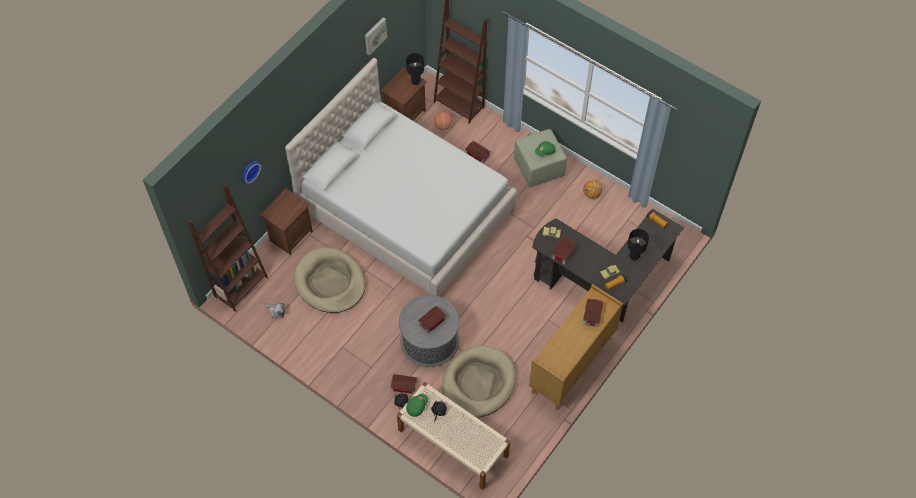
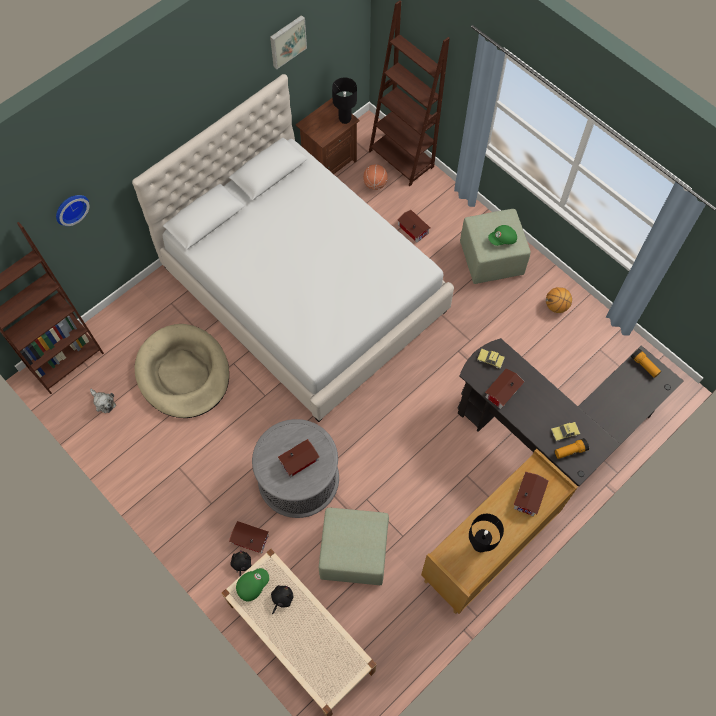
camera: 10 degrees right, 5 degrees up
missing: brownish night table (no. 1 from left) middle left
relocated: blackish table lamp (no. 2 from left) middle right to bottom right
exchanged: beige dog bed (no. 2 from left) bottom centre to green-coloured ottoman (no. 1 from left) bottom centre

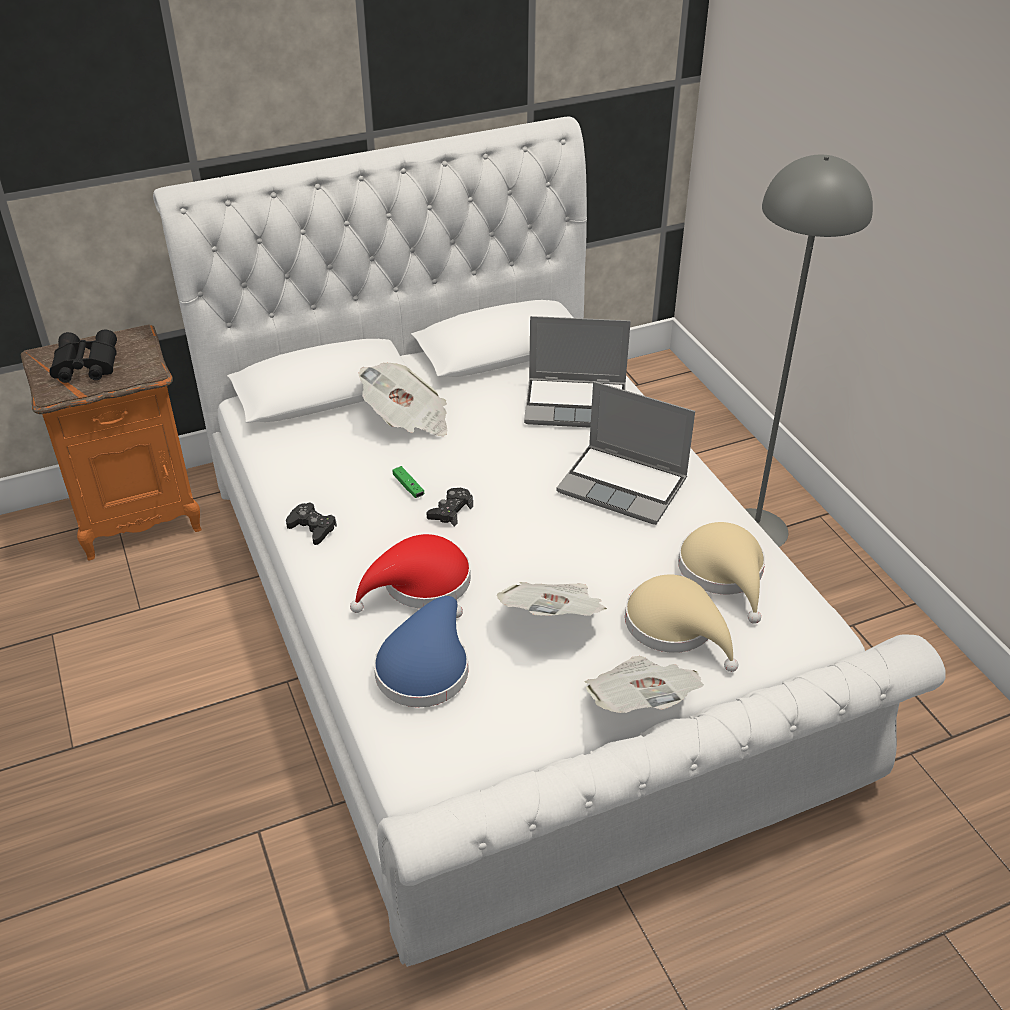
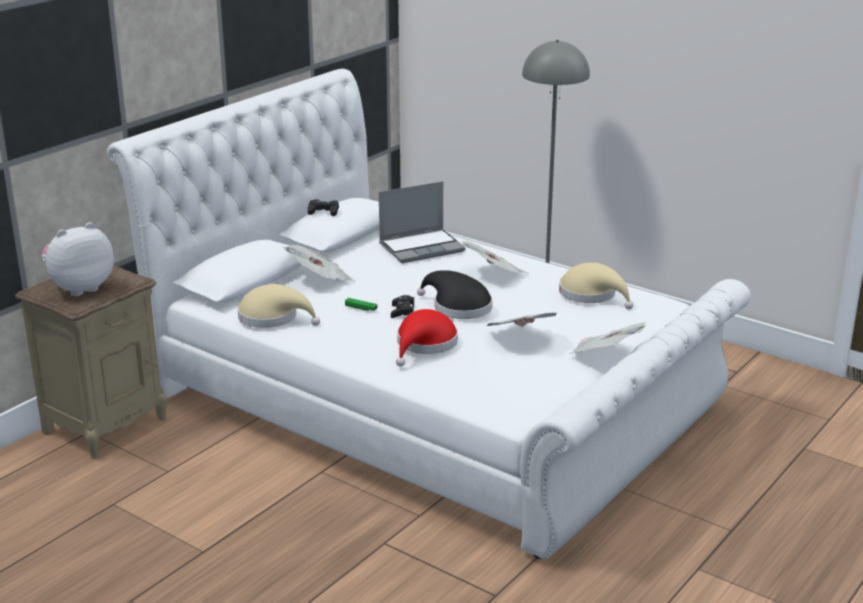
camera: 30 degrees left, 15 degrees down
missing: bluish clothing hat centre
appeared: blackish clothing hat centre
relocated: beige clothing hat (no. 1 from left) middle right to middle left; blackish game controller (no. 1 from left) middle left to centre
exchanged: blackish pair of binoculars middle left to cuddly toy middle left; notebook computer (no. 2 from left) centre to newspaper (no. 2 from left) centre
colour: orange night table middle left to beige night table middle left

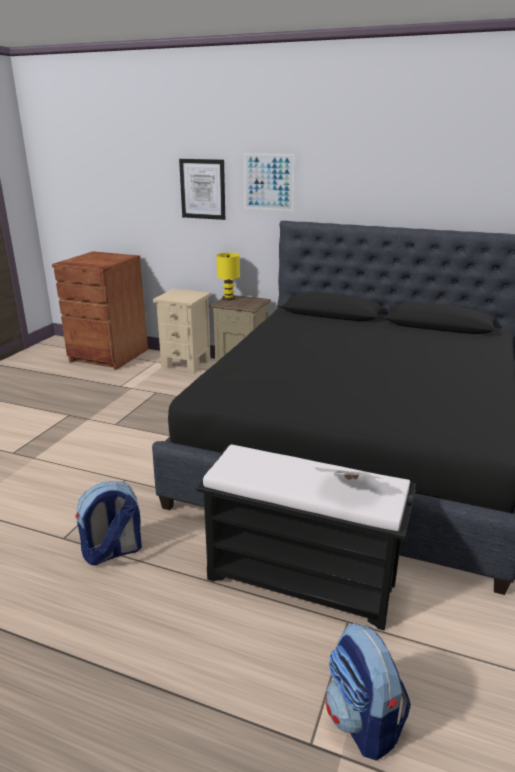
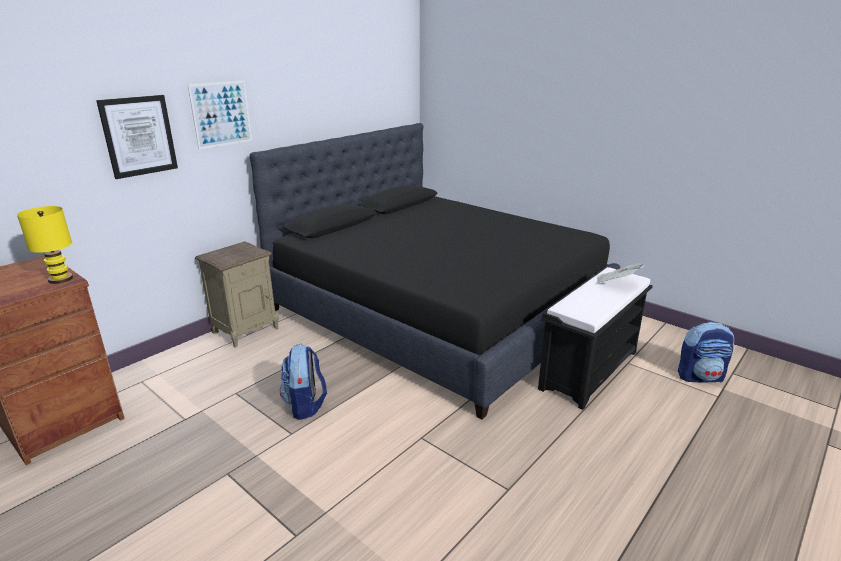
camera: 70 degrees left, 0 degrees up
missing: beige night table (no. 1 from left) centre
relocated: yellowish table lamp centre to middle left; rucksack (no. 1 from left) bottom left to bottom centre

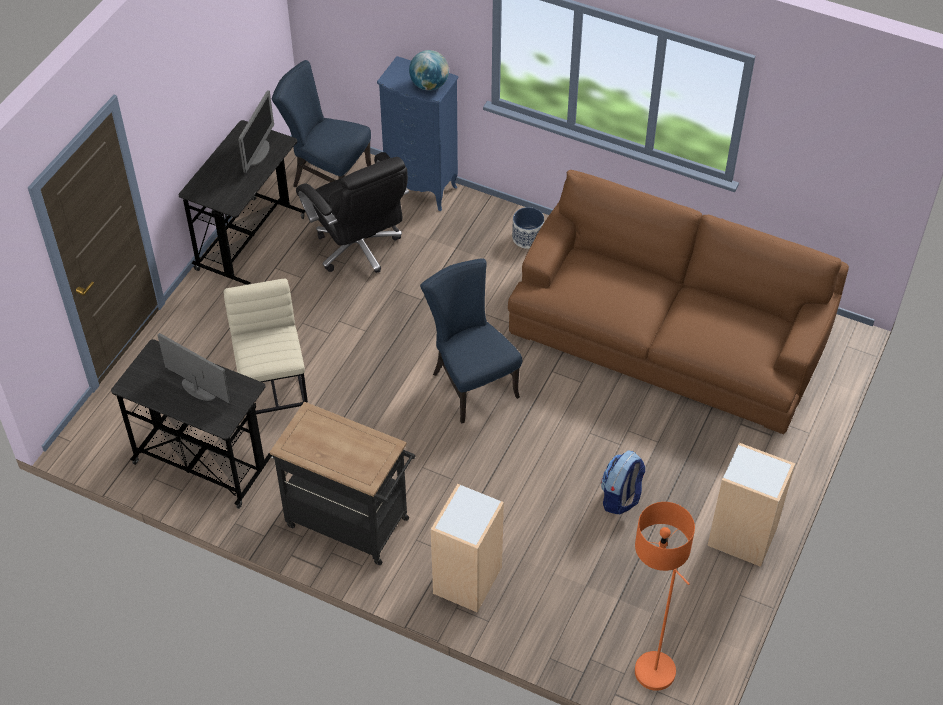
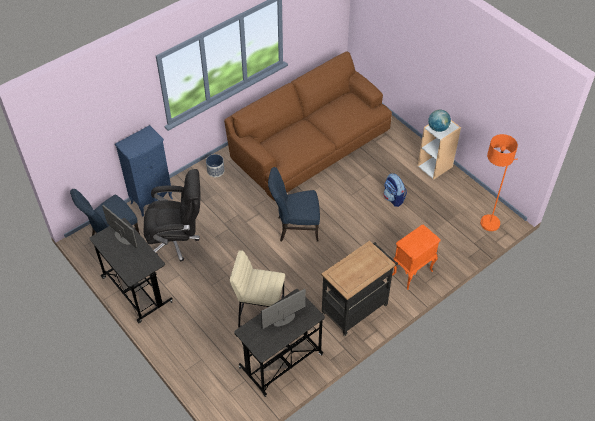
camera: 65 degrees left, 0 degrees up
relocated: world globe top centre to top right
exchanged: bookcase (no. 1 from left) bottom centre to orange night table middle right

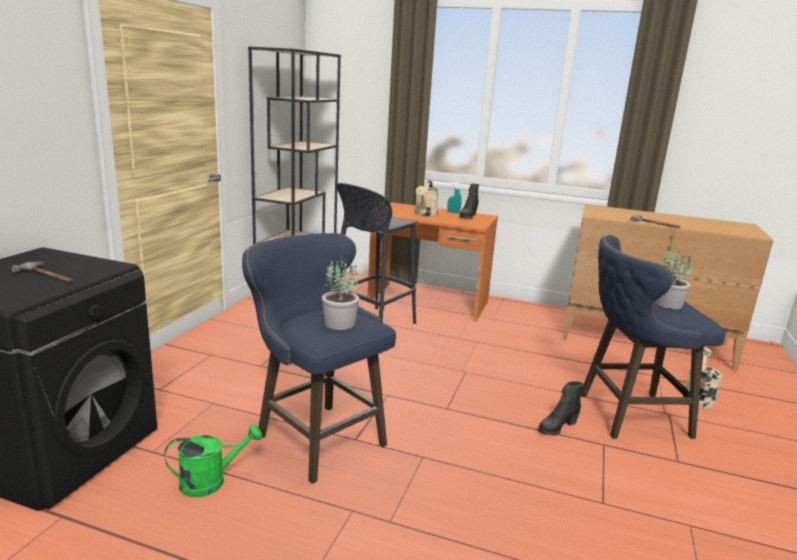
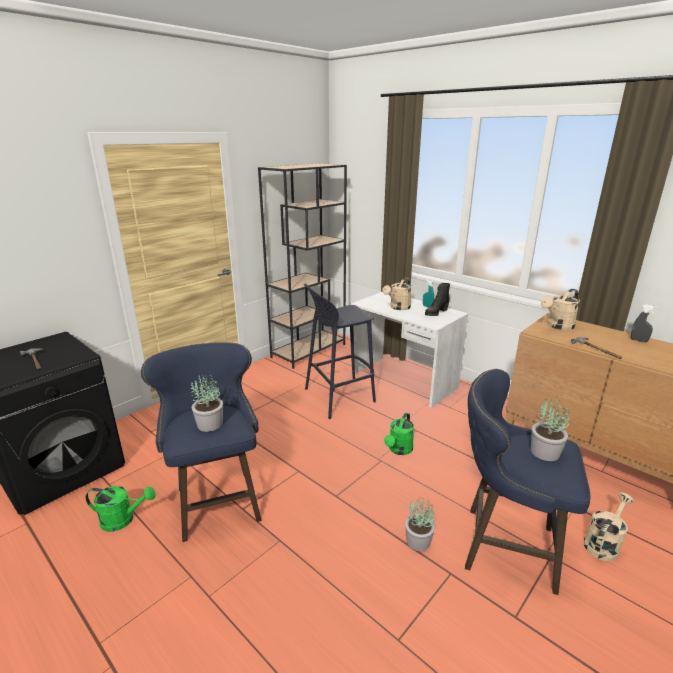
camera: 25 degrees right, 5 degrees up
appeared: green-coloured sprinkling can (no. 2 from left) centre; beige sprinkling can (no. 2 from left) middle right; greyish sprayer middle right
exchanged: blackish boot (no. 2 from left) bottom right to potted plant (no. 2 from left) bottom centre
colour: orange desk table centre to whitish desk table centre

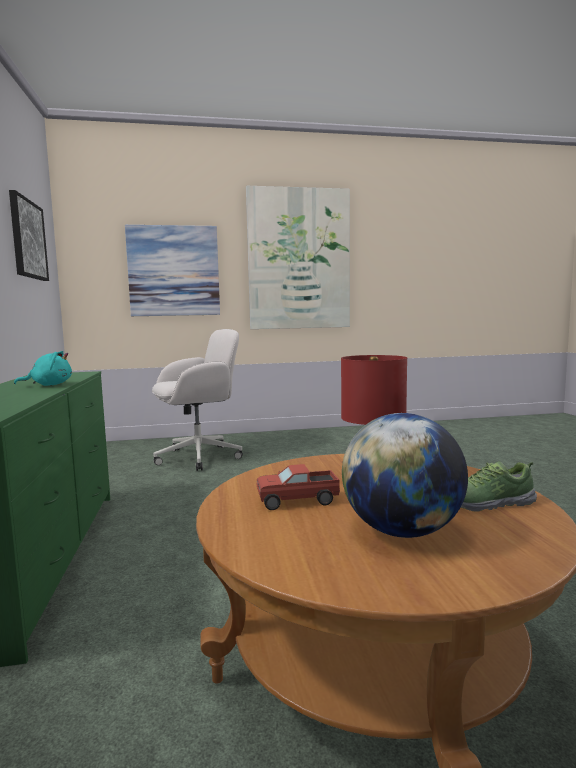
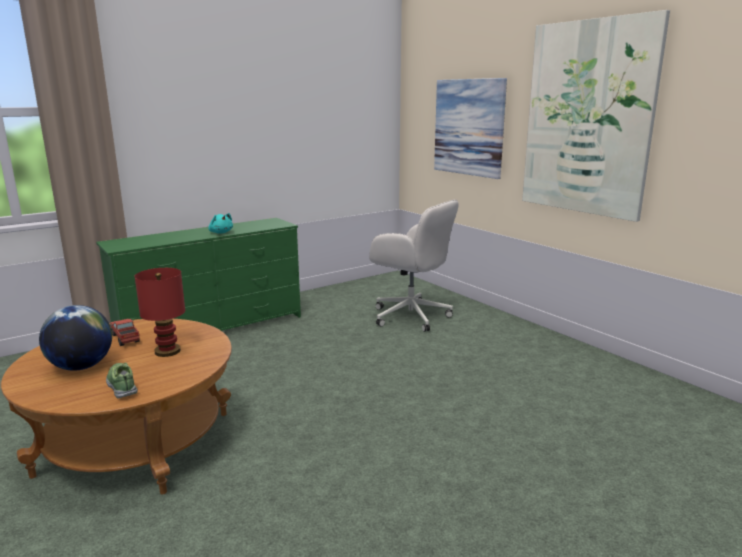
camera: 65 degrees right, 10 degrees up
missing: wall picture (no. 1 from left) top left

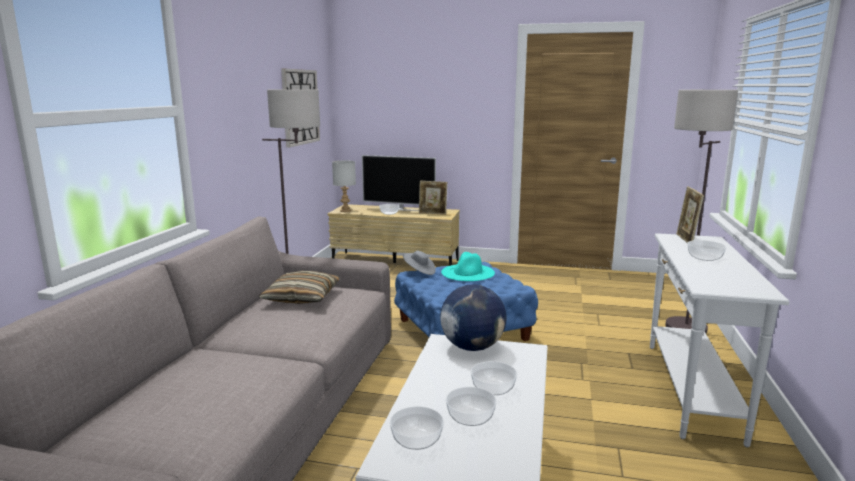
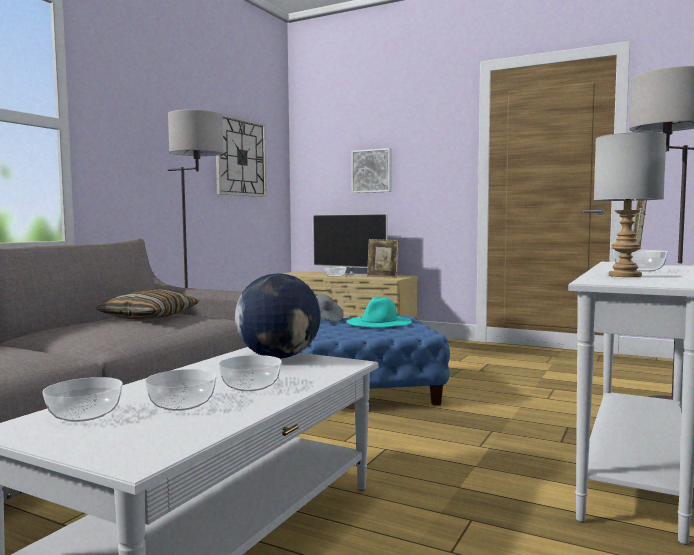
camera: 15 degrees right, 10 degrees down
appeared: wall picture top centre
relocated: greyish table lamp centre to middle right

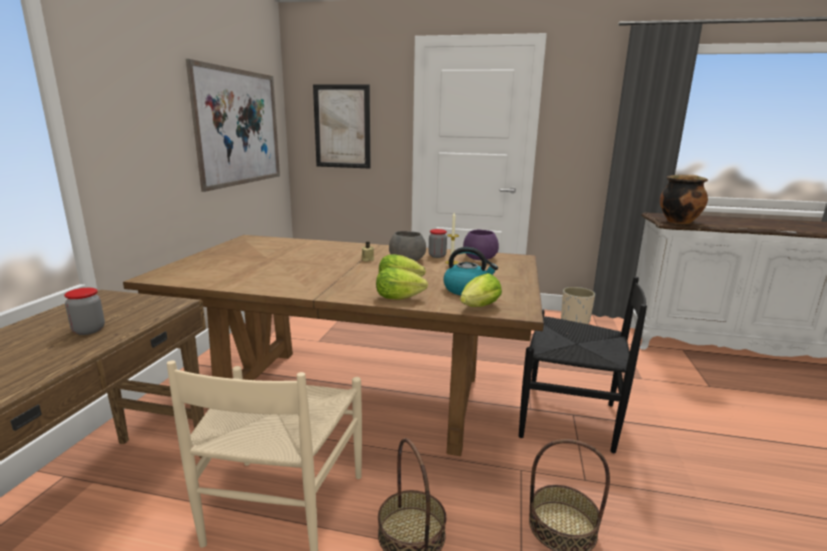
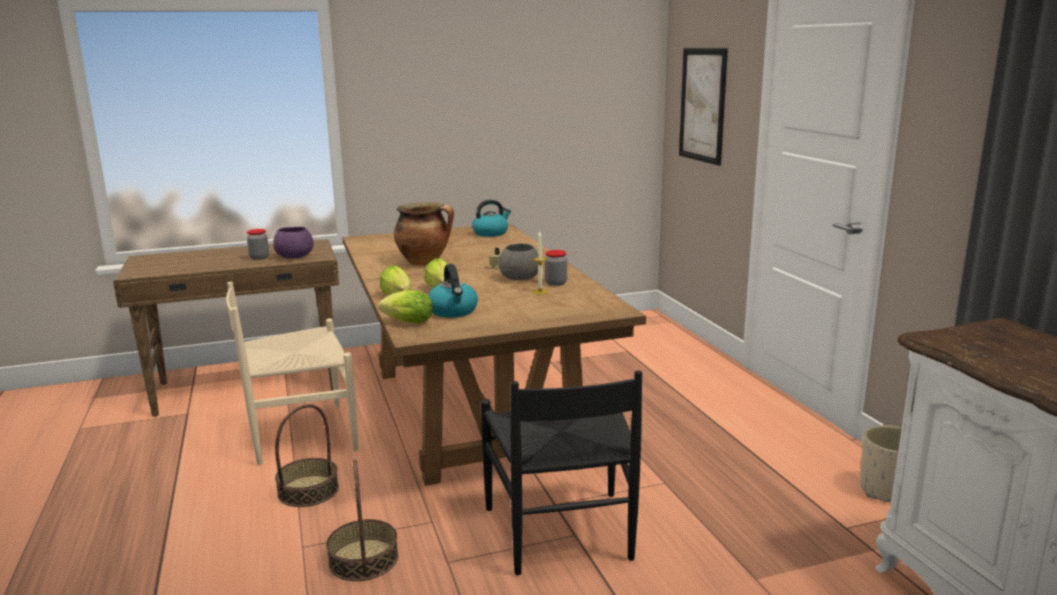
camera: 60 degrees right, 0 degrees up
missing: wall picture (no. 1 from left) top left
appeared: kettle (no. 2 from left) centre
relocated: purplish deep dish centre to middle left; saucepot middle right to centre

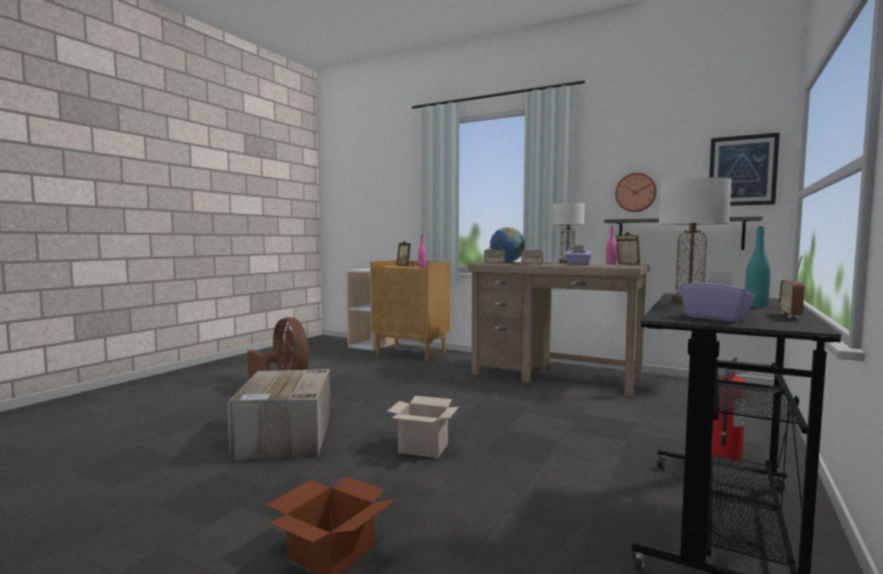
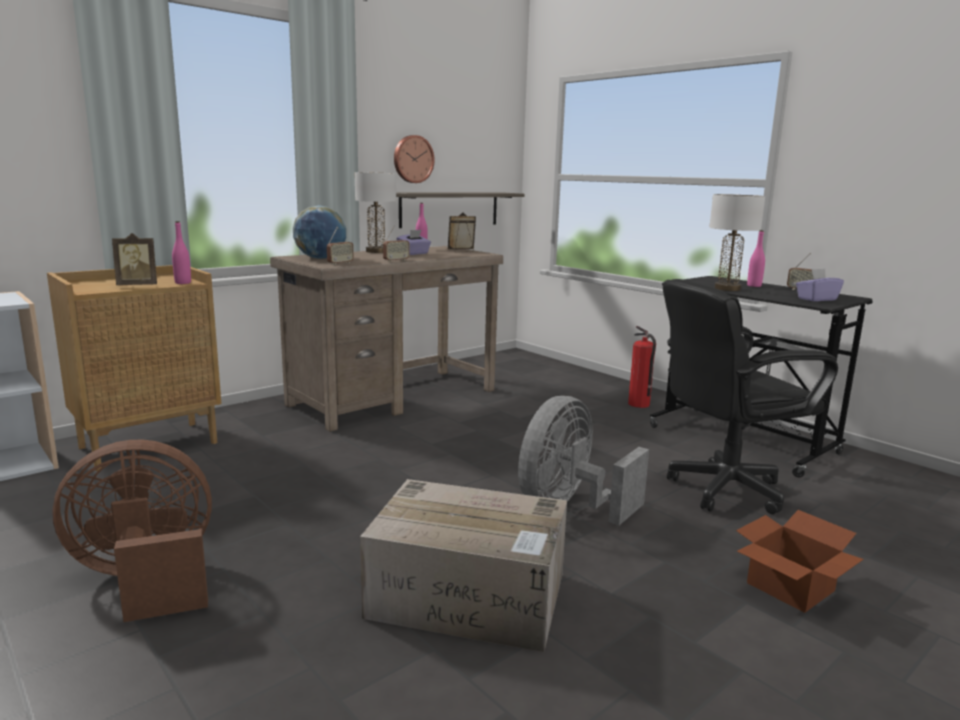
camera: 70 degrees left, 10 degrees up
missing: wall picture top right
appeared: blackish desk chair middle right
exchanged: carton (no. 3 from left) bottom centre to greyish cooling fan centre
colour: turquoise beverage bottle middle right to pink beverage bottle (no. 3 from left) middle right

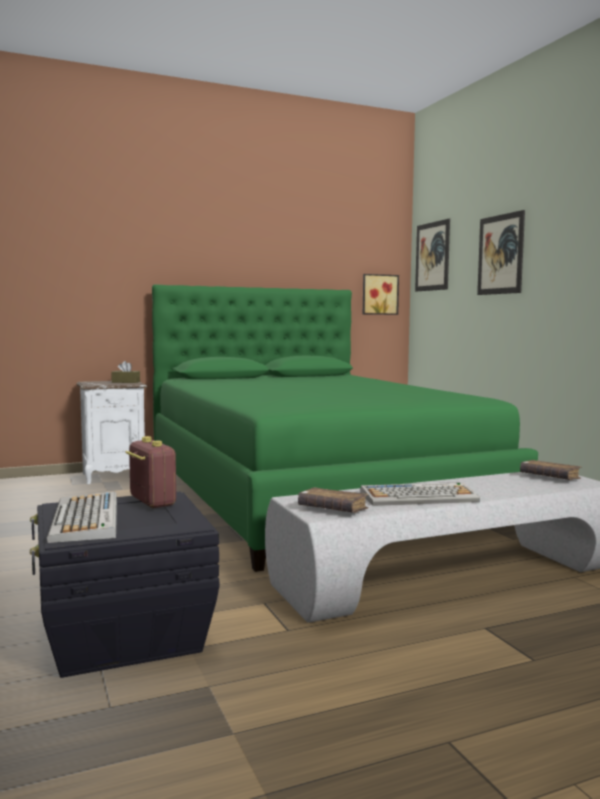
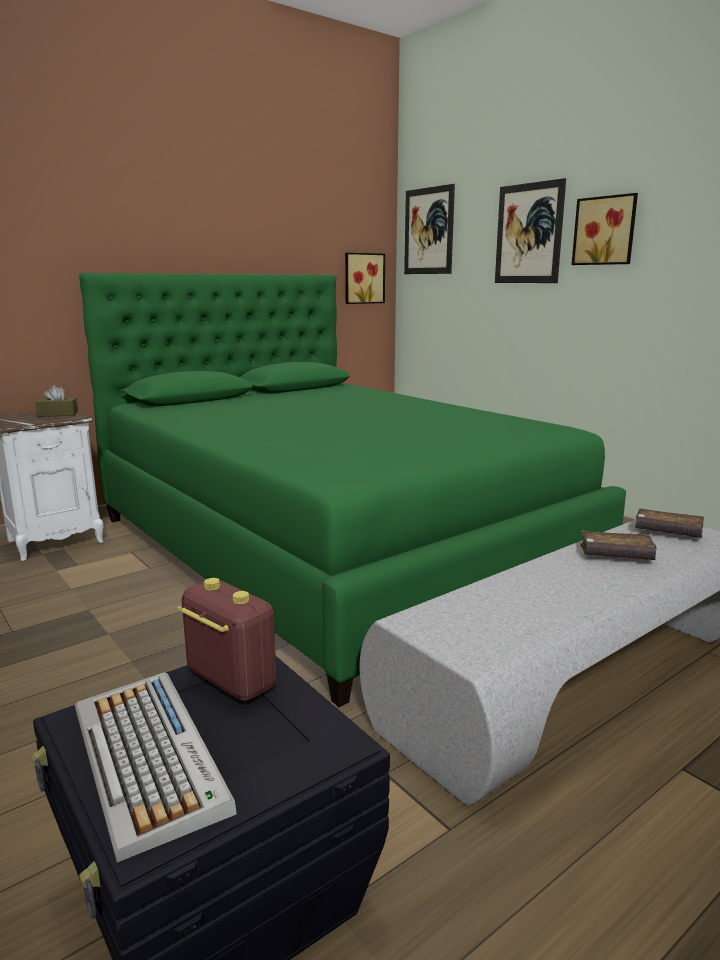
camera: 15 degrees left, 10 degrees up
missing: computer keyboard (no. 2 from left) middle right
appeared: wall picture (no. 4 from left) top right
relocated: brownish bound book (no. 1 from left) centre to middle right

